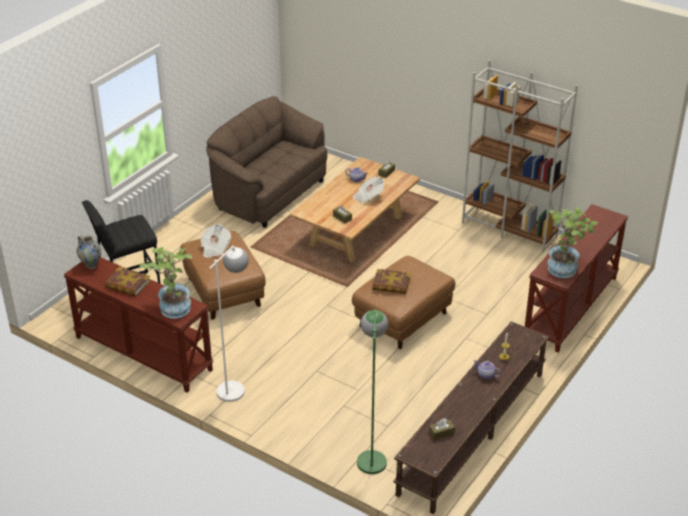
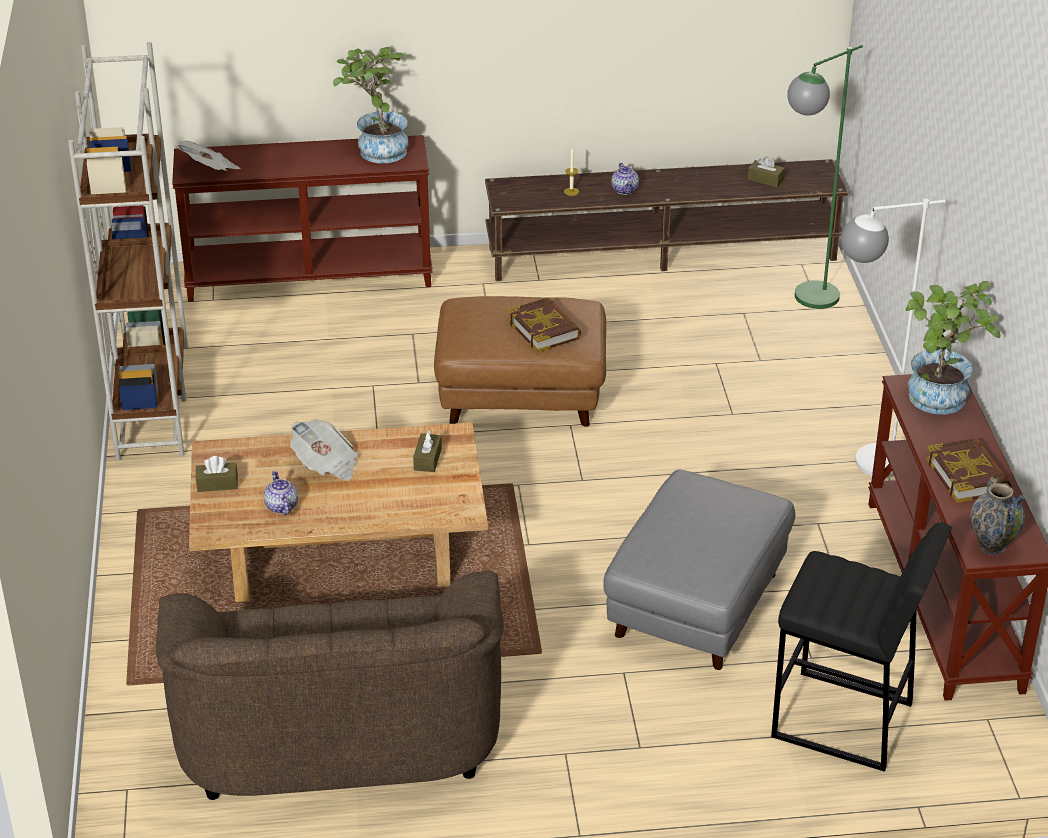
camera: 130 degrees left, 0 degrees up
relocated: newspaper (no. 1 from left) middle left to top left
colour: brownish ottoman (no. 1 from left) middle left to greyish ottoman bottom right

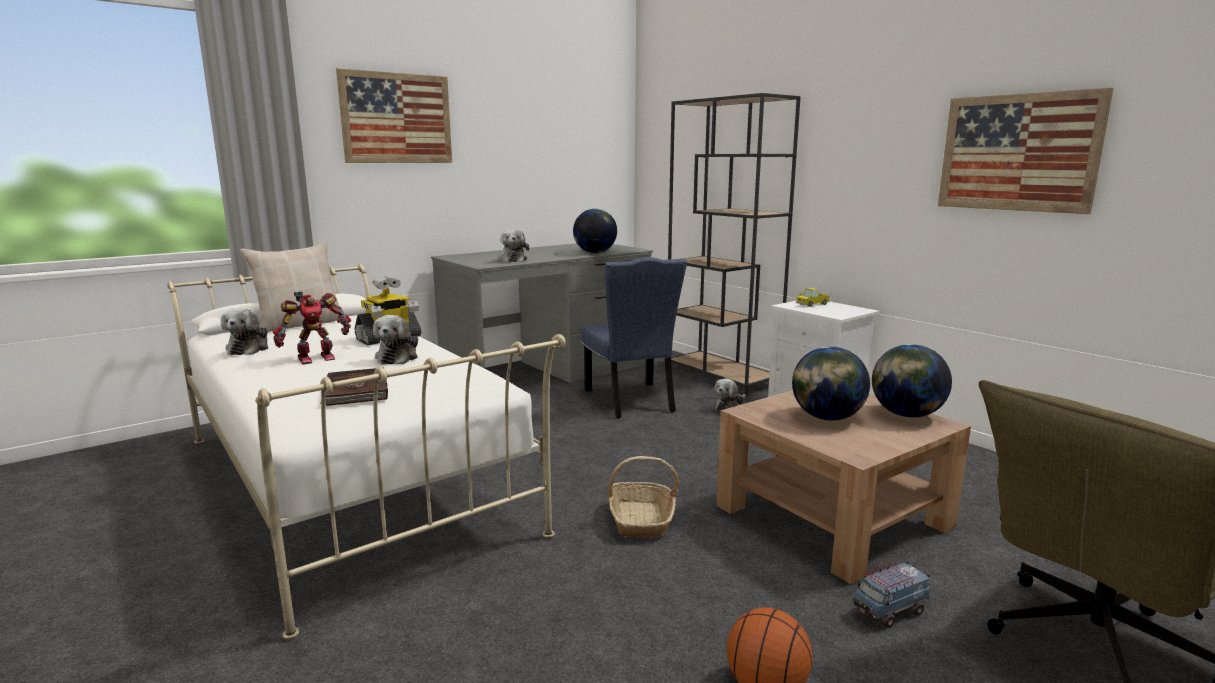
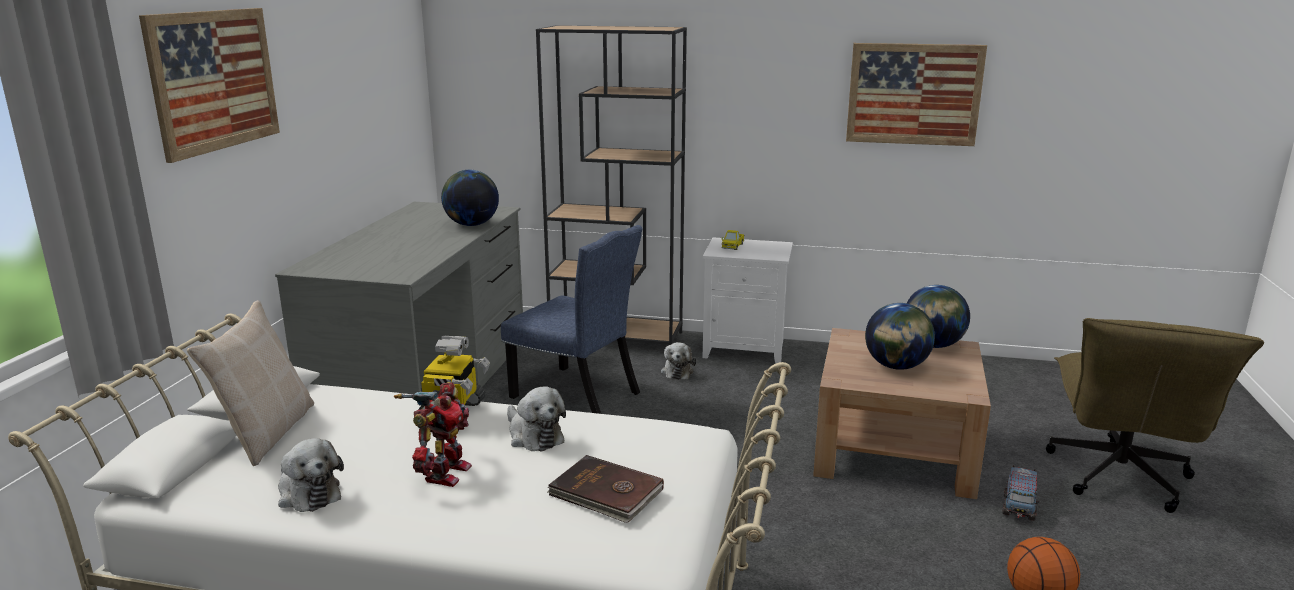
camera: 40 degrees left, 5 degrees up
missing: cuddly toy (no. 3 from left) centre; storage basket bottom centre

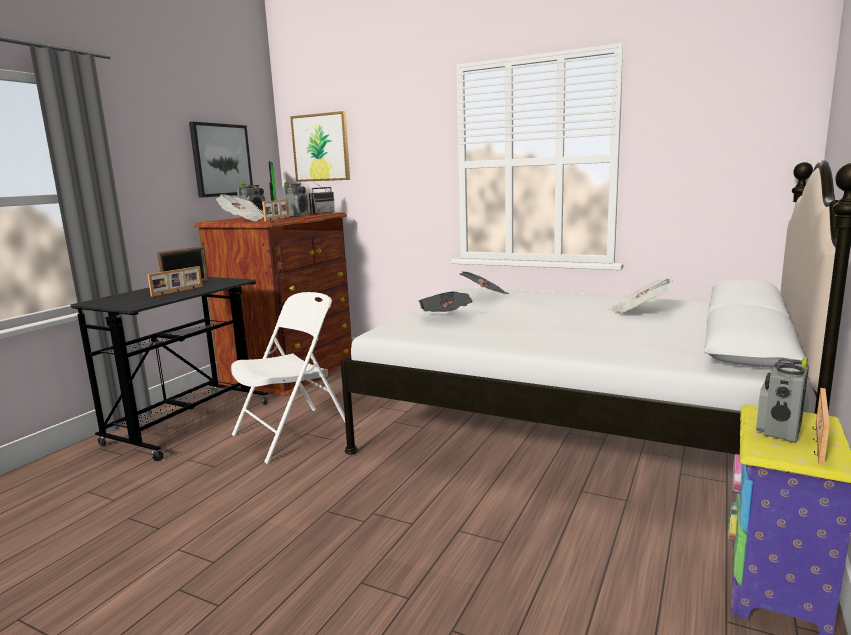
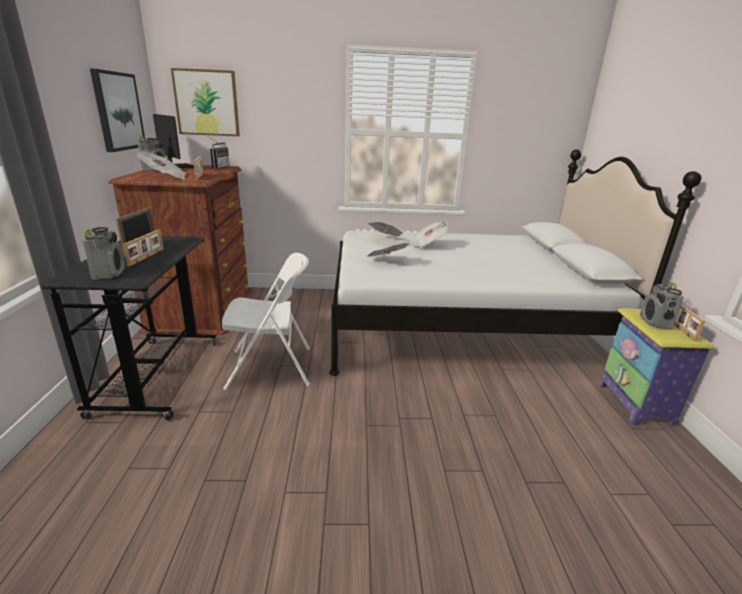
camera: 30 degrees left, 10 degrees up
relocated: radio receiver (no. 2 from left in the first image) top centre to radio receiver (no. 1 from left) middle left; newspaper (no. 4 from left) middle right to centre
spun: whitish chair centre = centre 60 degrees clockwise

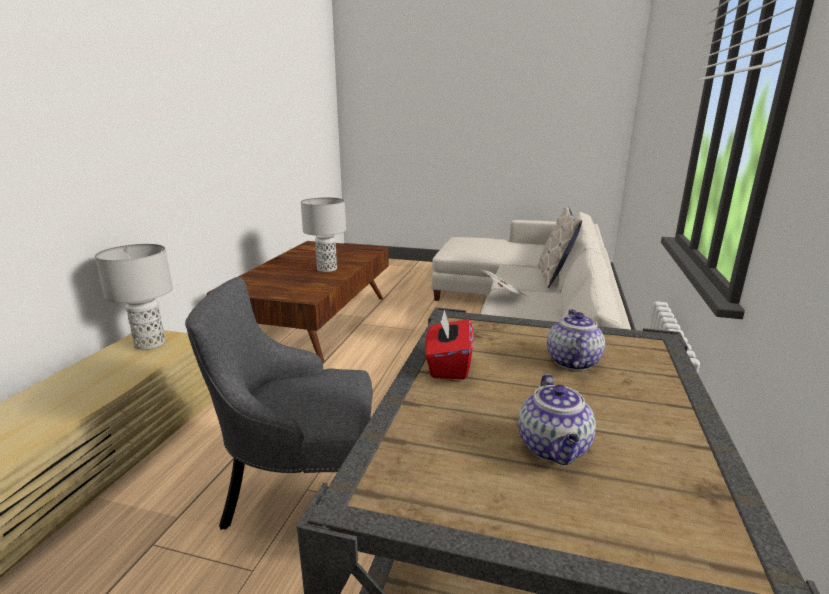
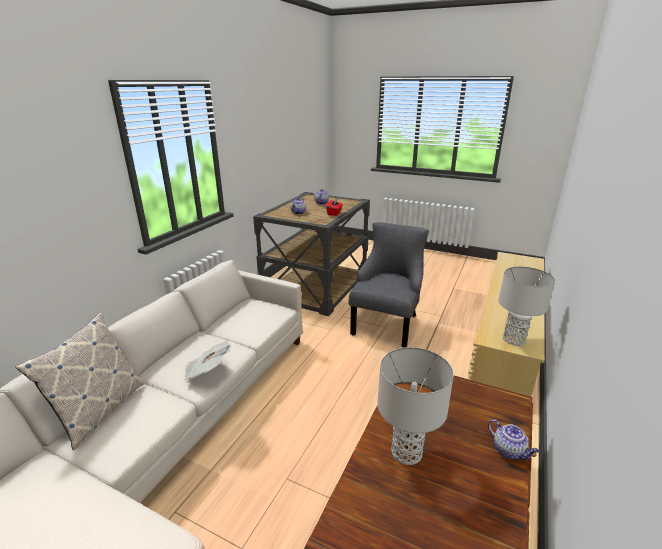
camera: 170 degrees left, 5 degrees up
appeared: teapot (no. 3 from left) bottom right
spun: greyish armchair bottom centre = centre 75 degrees counterclockwise

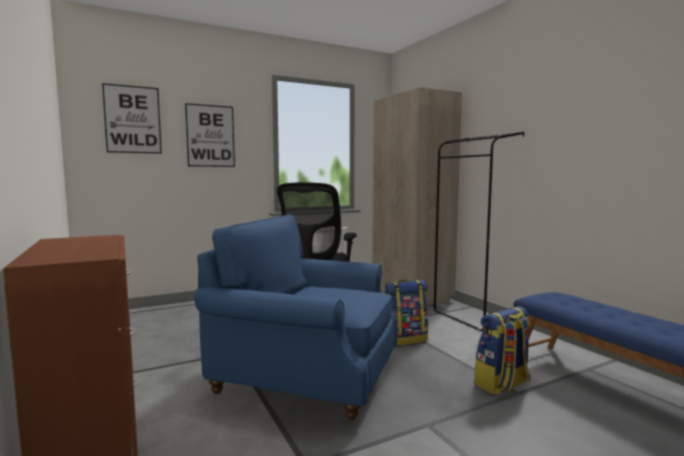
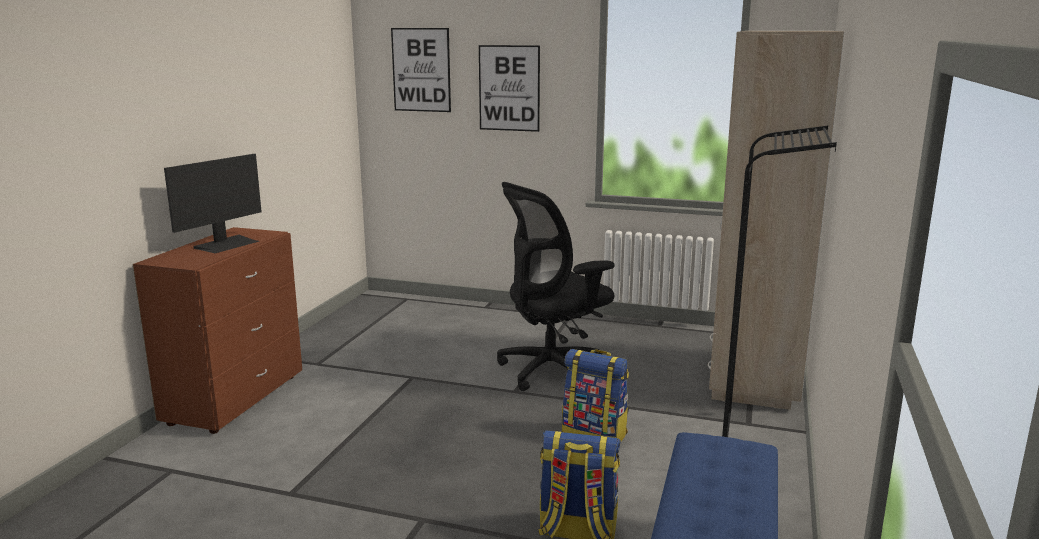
camera: 45 degrees right, 10 degrees up
missing: bluish armchair bottom centre
appeared: monitor middle left

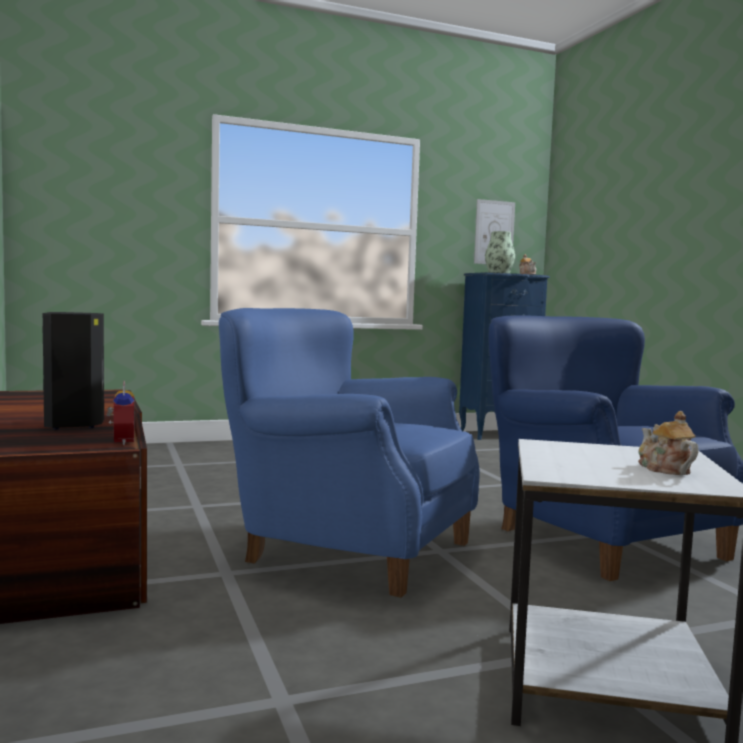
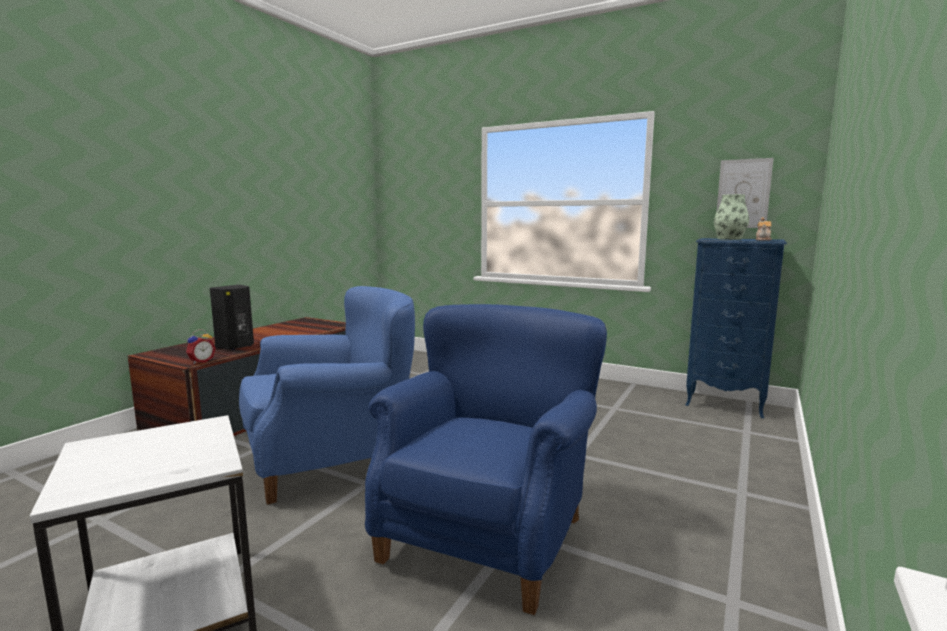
camera: 50 degrees right, 5 degrees up
missing: teapot (no. 2 from left) middle right
spun: bluish armchair (no. 1 from left) centre = centre 75 degrees clockwise

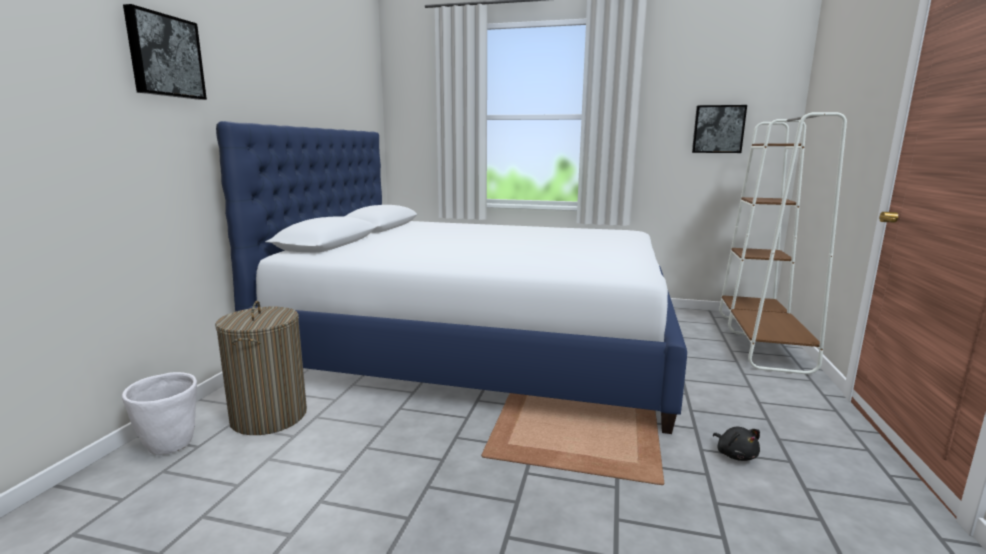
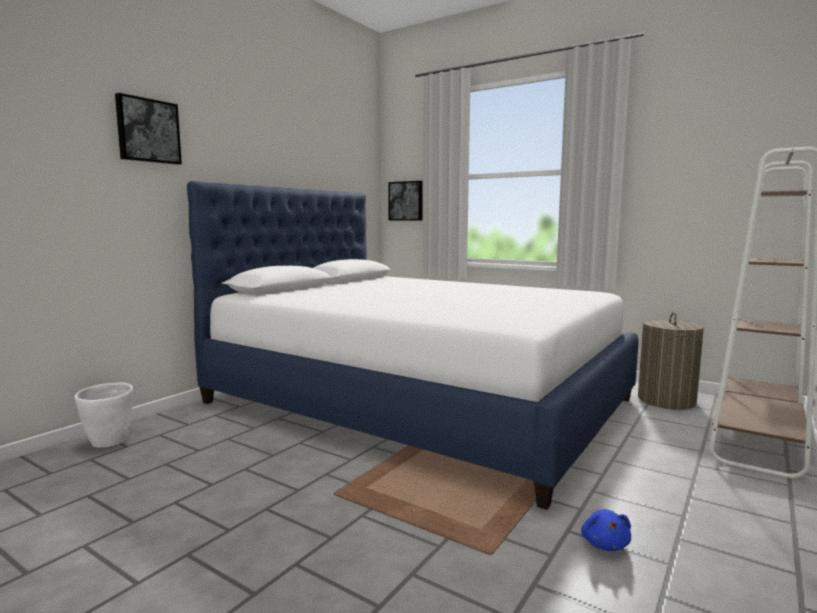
camera: 20 degrees right, 5 degrees down
relocated: wall picture (no. 2 from left) top right to top centre; hamper middle left to middle right
colour: blackish cuddly toy bottom right to bluish cuddly toy bottom right

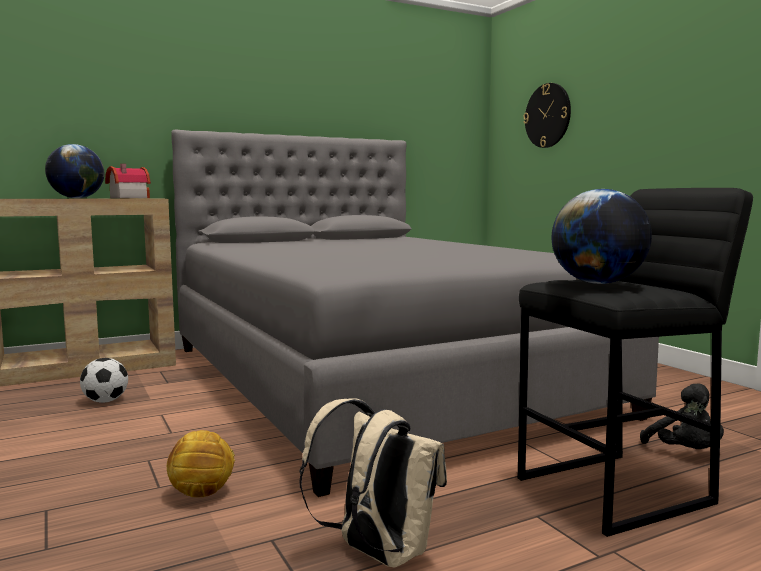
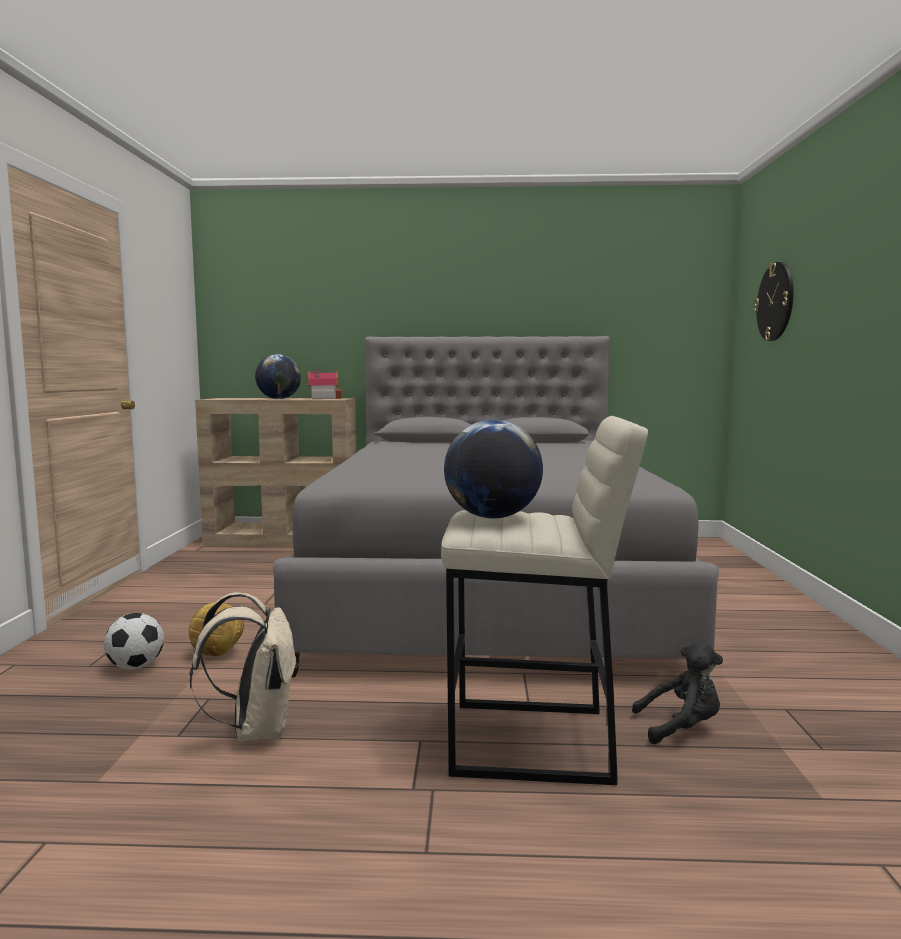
camera: 30 degrees right, 0 degrees up
relocated: ball for football (no. 1 from left) middle left to bottom left
colour: blackish sitting stool middle right to beige sitting stool centre
spun: blackish cuddly toy bottom right = bottom right 105 degrees counterclockwise

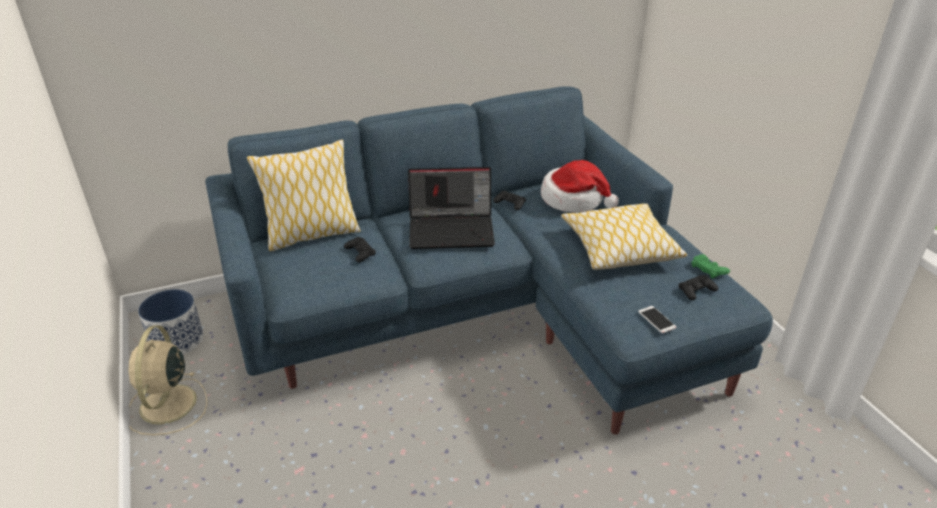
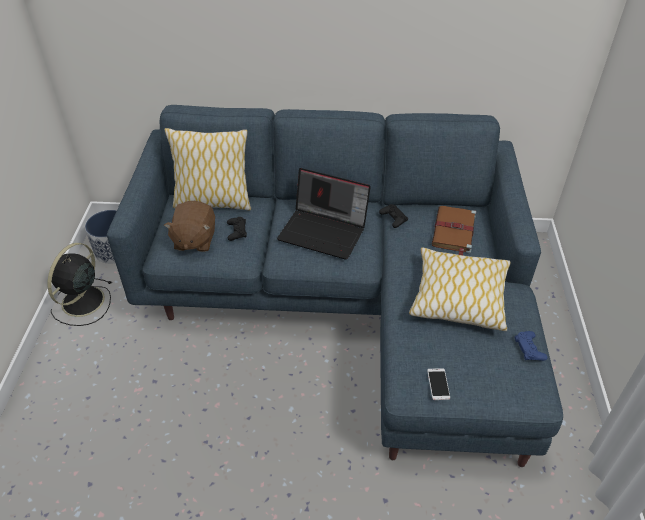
camera: 25 degrees right, 10 degrees up
missing: blackish game controller (no. 3 from left) middle right
appeared: brownish cuddly toy middle left
exchanged: clothing hat centre to brownish bound book middle right
colour: beige cooling fan bottom left to blackish cooling fan middle left; green-coloured game controller middle right to bluish game controller middle right

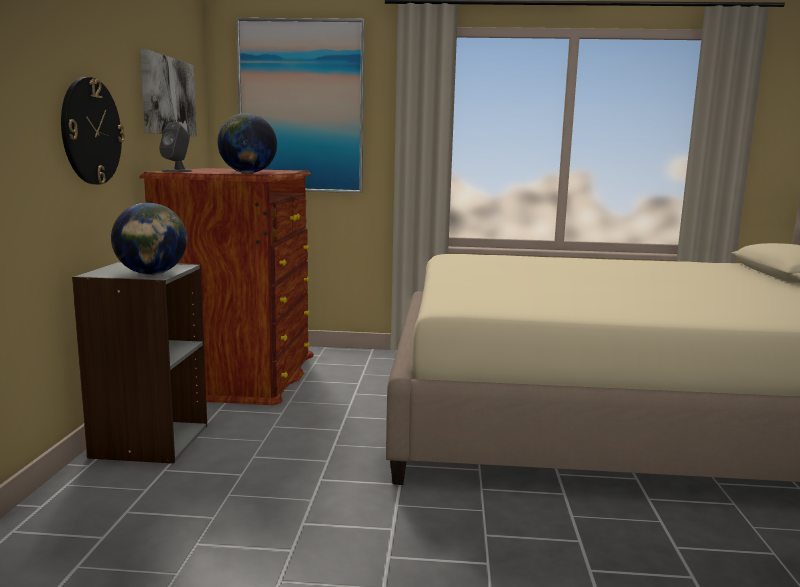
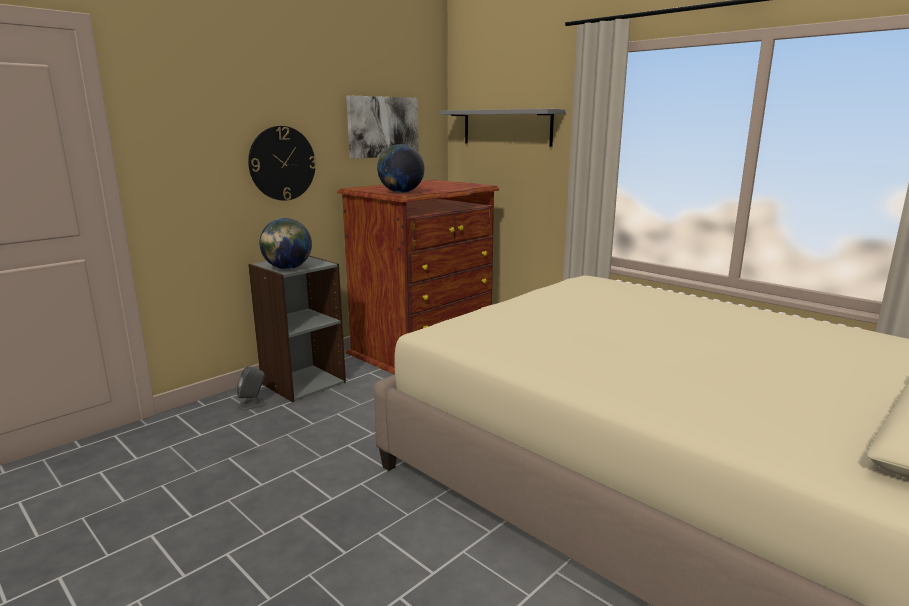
camera: 40 degrees right, 5 degrees up
relocated: greyish loudspeaker top left to middle left
exchanged: wall picture (no. 2 from left) top centre to greyish bracket shelf top centre

